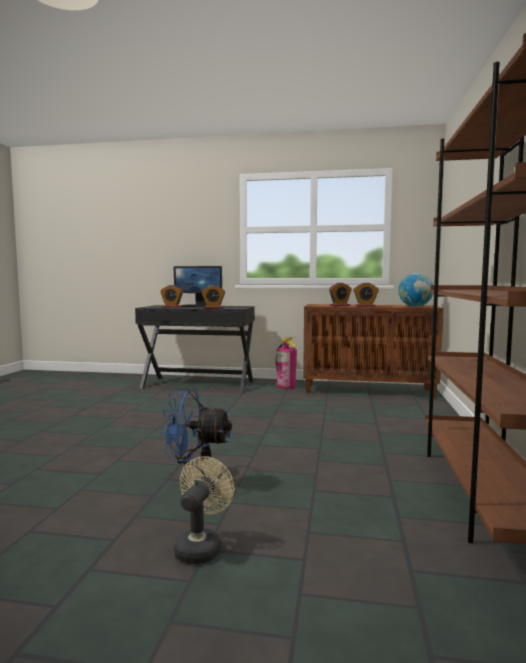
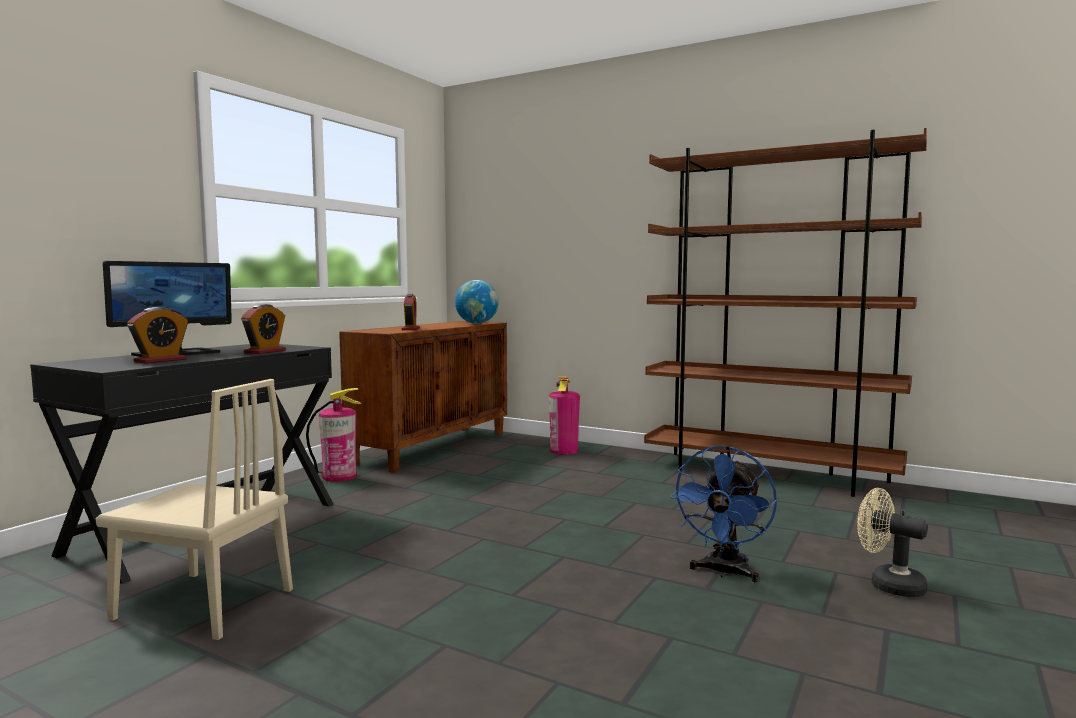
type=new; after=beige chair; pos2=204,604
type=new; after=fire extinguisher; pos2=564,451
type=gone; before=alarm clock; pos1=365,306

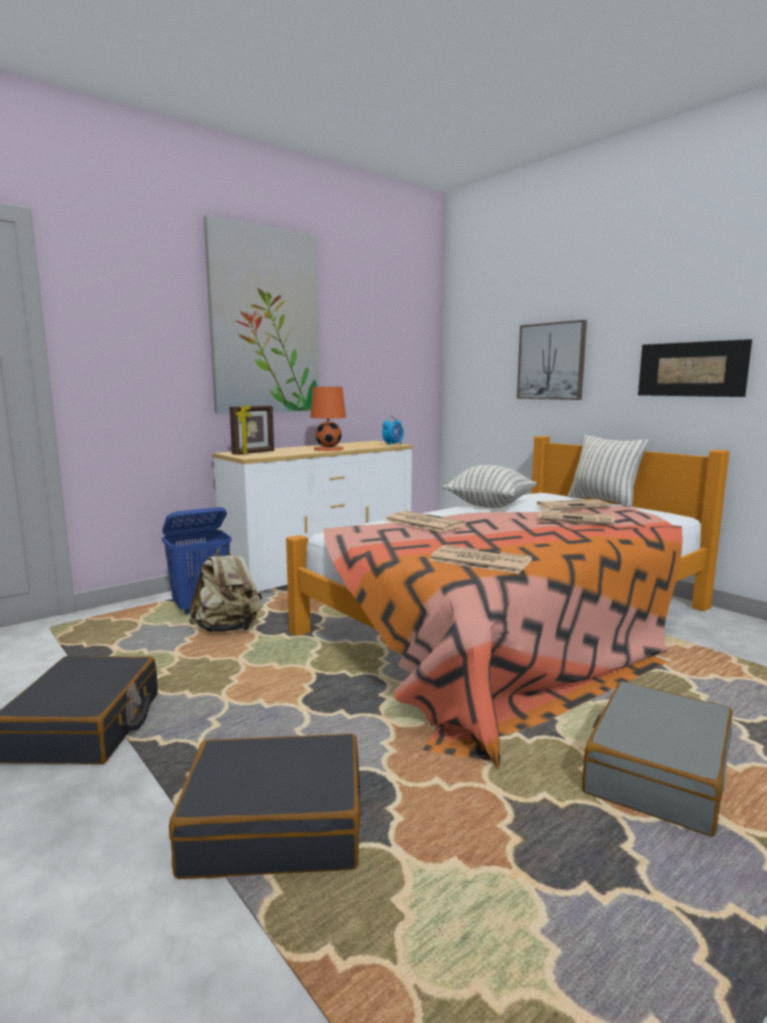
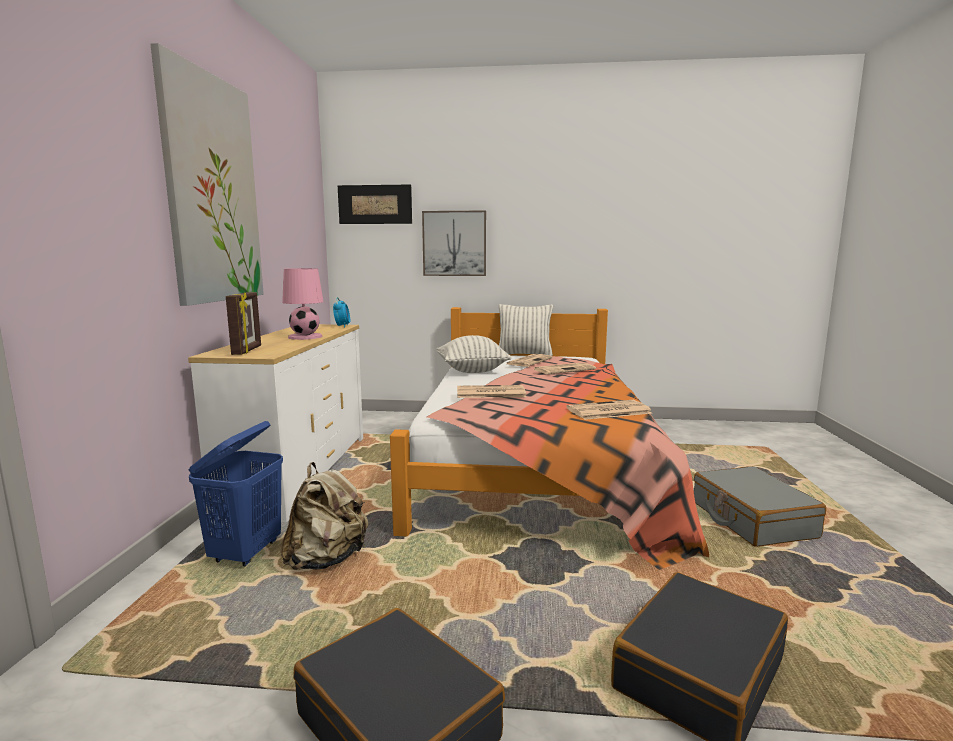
type=repainted; before=orange table lamp; after=pink table lamp; pos1=328,449; pos2=305,337
type=shifted; before=picture; pos1=691,369; pos2=375,204

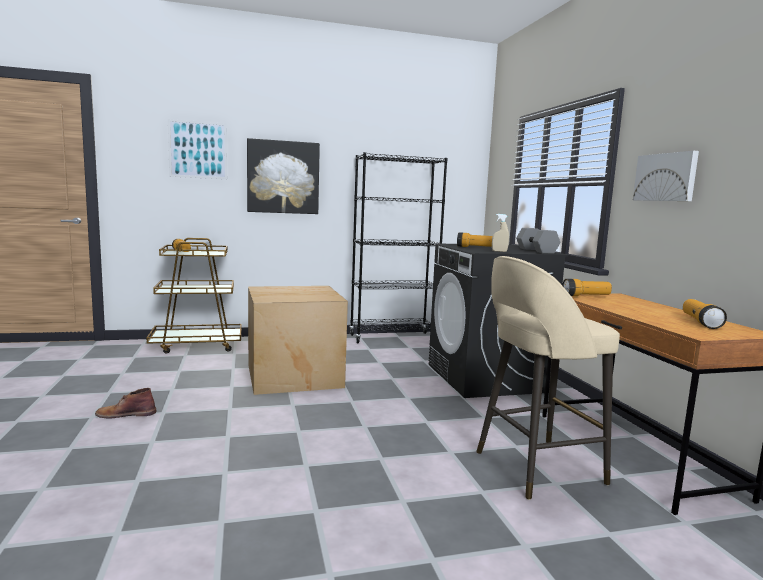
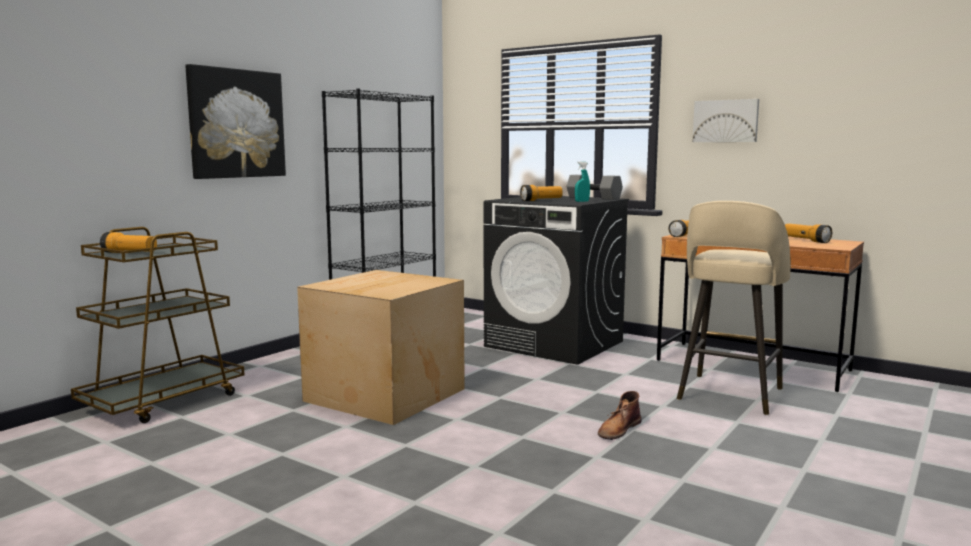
type=repainted; before=beige spray bottle; after=turquoise spray bottle; pos1=499,251; pos2=582,201
type=shifted; before=brown boot; pos1=126,414; pos2=618,429
type=gone; before=picture; pos1=198,149

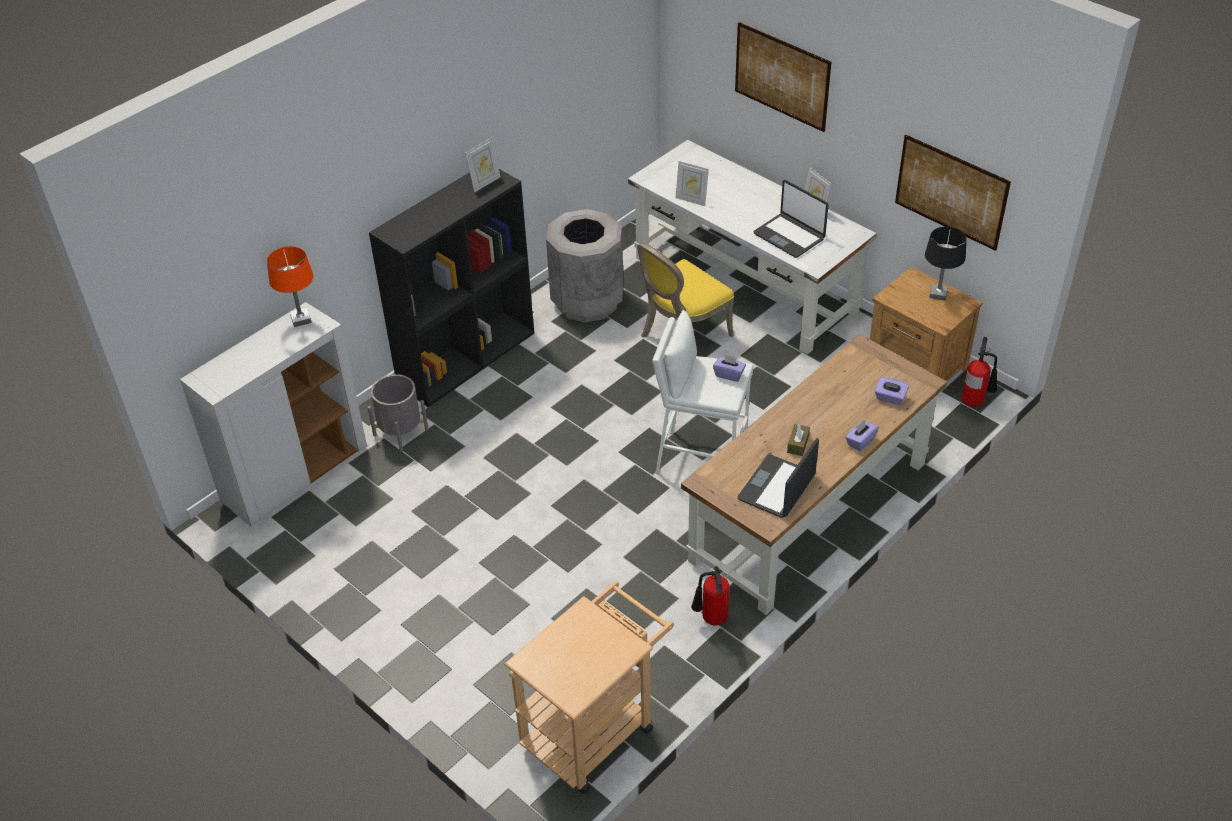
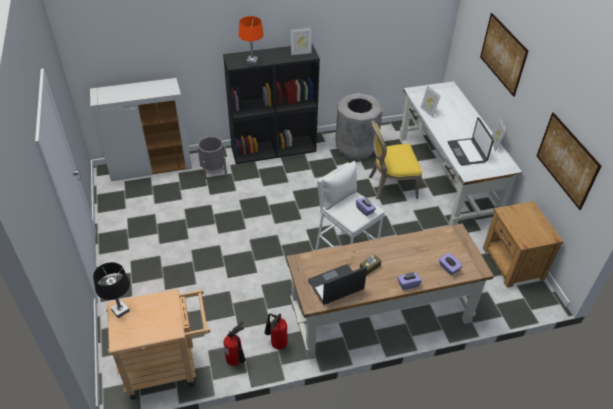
type=shifted; before=black table lamp; pos1=938,294; pos2=120,310
type=shifted; before=fire extinguisher; pos1=975,401; pos2=236,361
type=shifted; before=orange table lamp; pos1=301,319; pos2=252,62

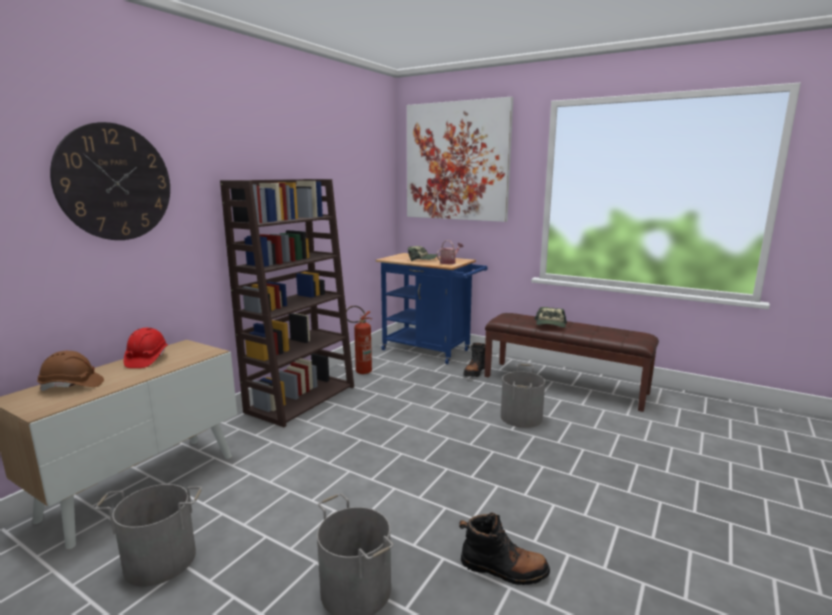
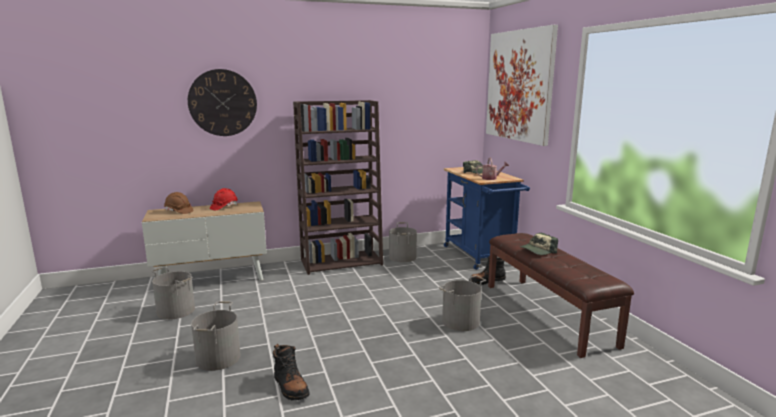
type=swapped; before=fire extinguisher; after=grey bucket; pos1=360,372; pos2=403,257

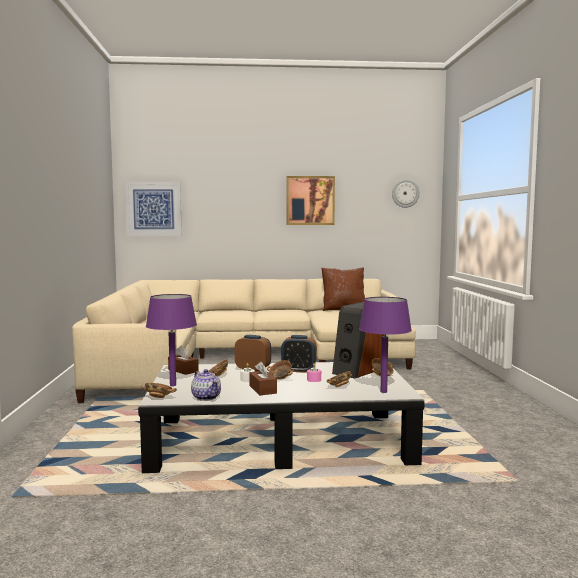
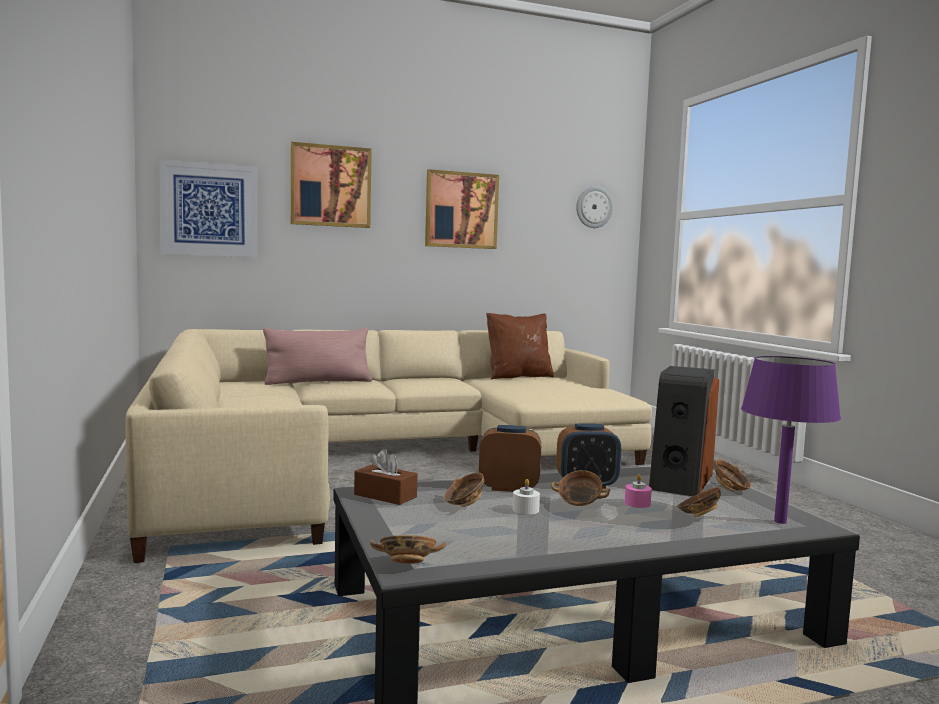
type=new; after=pink pillow; pos2=318,382
type=new; after=picture; pos2=331,186
type=gone; before=purple table lamp; pos1=173,385
type=gone; before=teapot; pos1=206,397
type=gone; before=brown tissue box; pos1=262,389

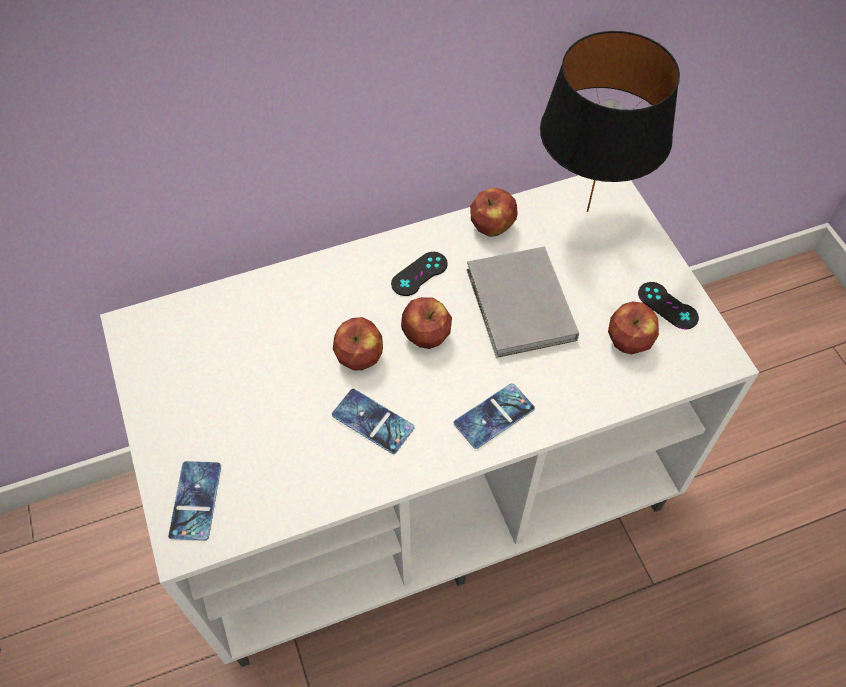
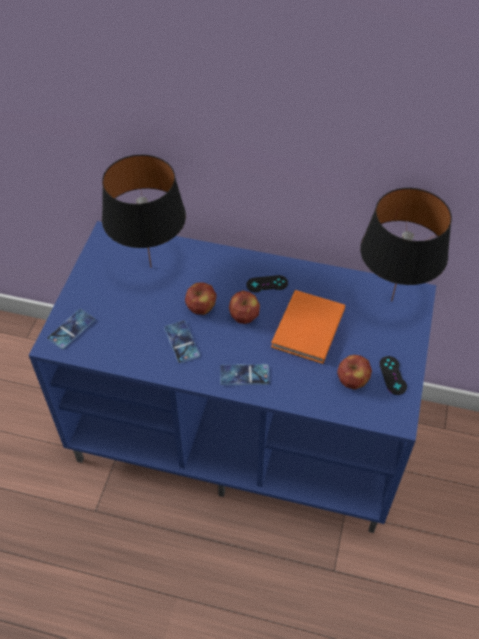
type=repainted; before=white tv stand; after=blue tv stand; pos1=425,485; pos2=242,431
type=new; after=black table lamp; pos2=151,268
type=repainted; before=grey book; after=orange book; pos1=519,307; pos2=306,329
type=gone; before=apple; pos1=492,226

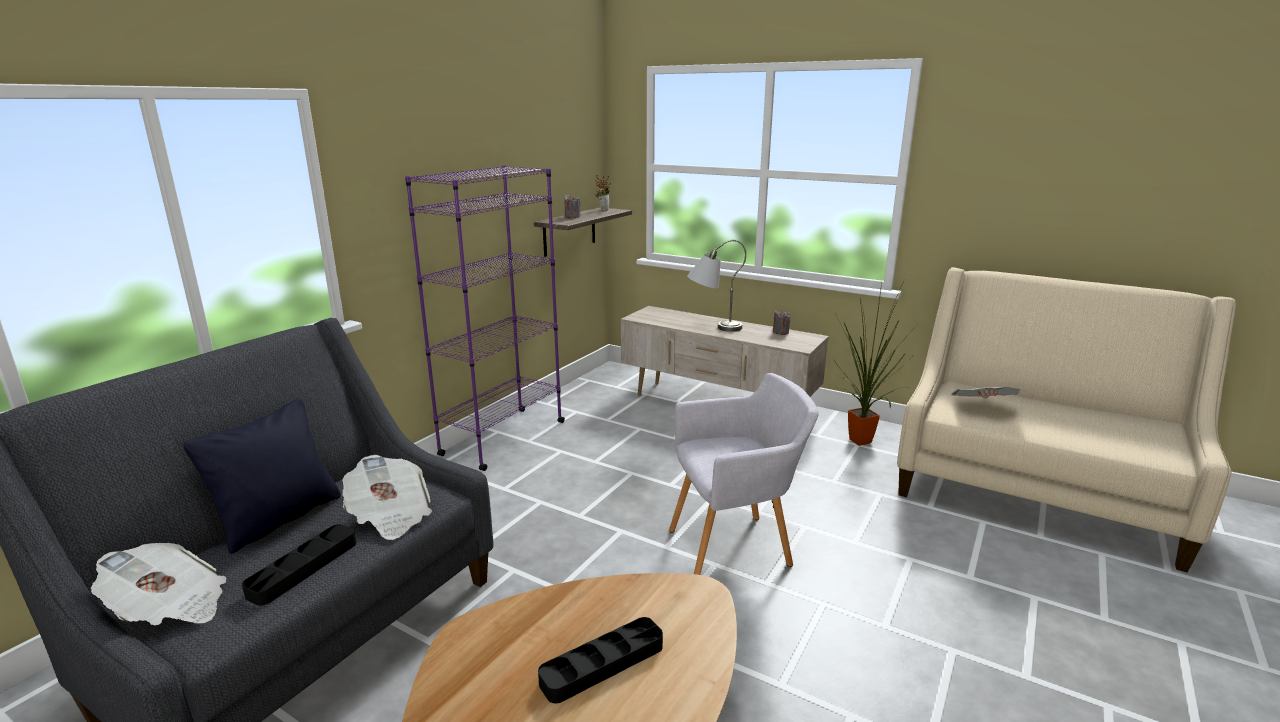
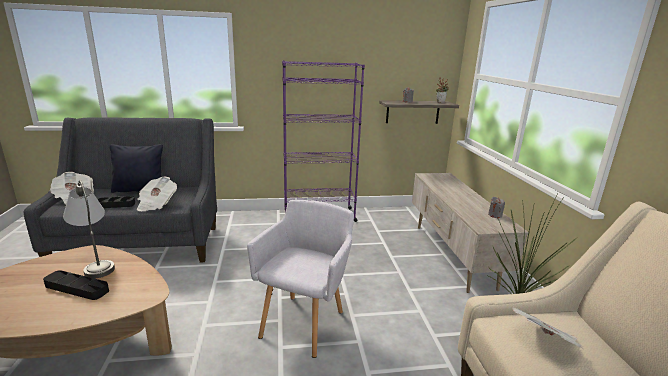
type=shifted; before=grey table lamp; pos1=712,327; pos2=96,262
type=rotated; before=grey armchair; pos1=735,546; pos2=305,321; turn=-105

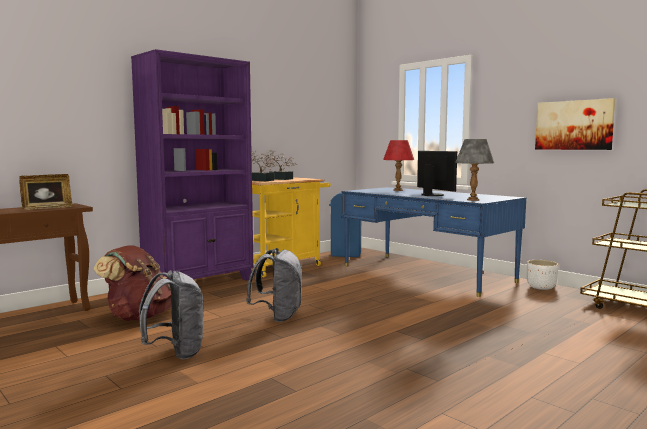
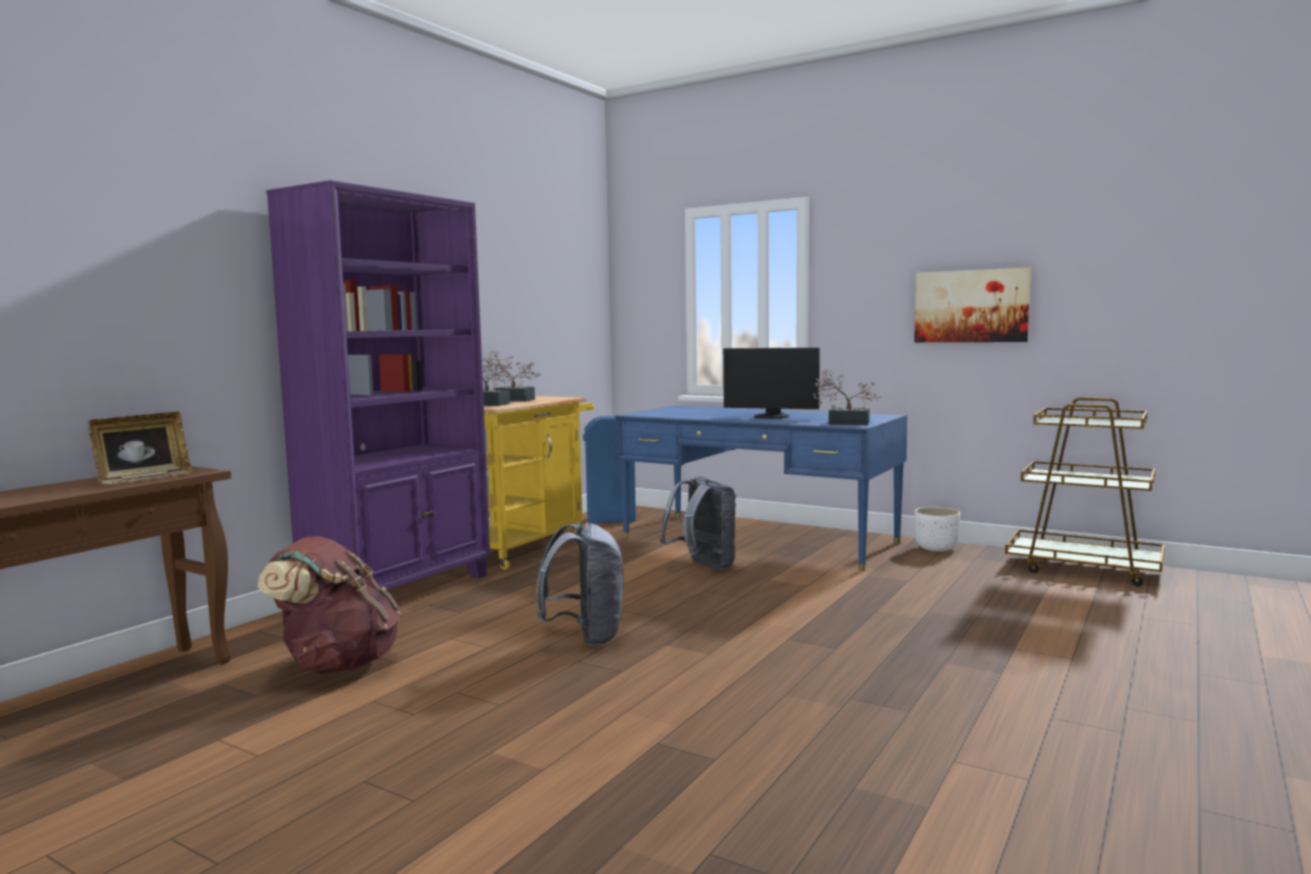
type=shifted; before=grey backpack; pos1=176,353; pos2=703,567
type=rotated; before=monitor; pos1=433,195; pos2=771,417; turn=150
type=swapped; before=grey table lamp; after=potted plant; pos1=473,200; pos2=843,423
type=gone; before=red table lamp; pos1=398,190

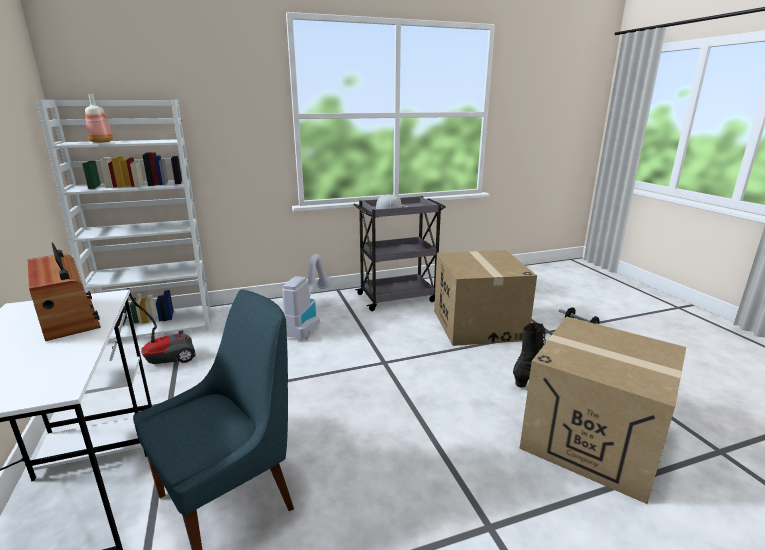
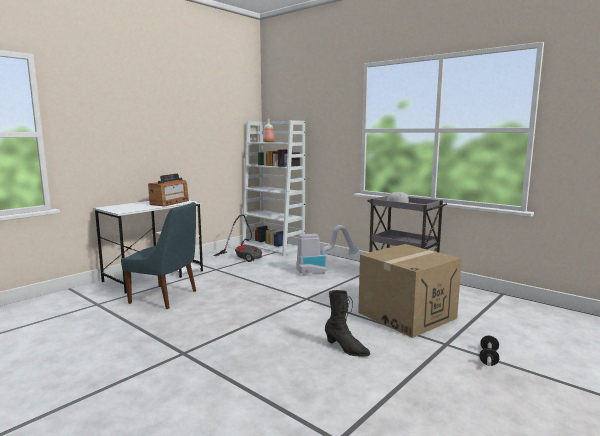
type=gone; before=cardboard box; pos1=593,439

